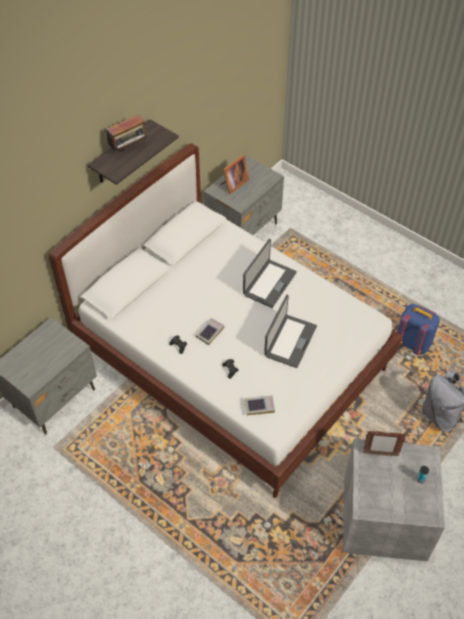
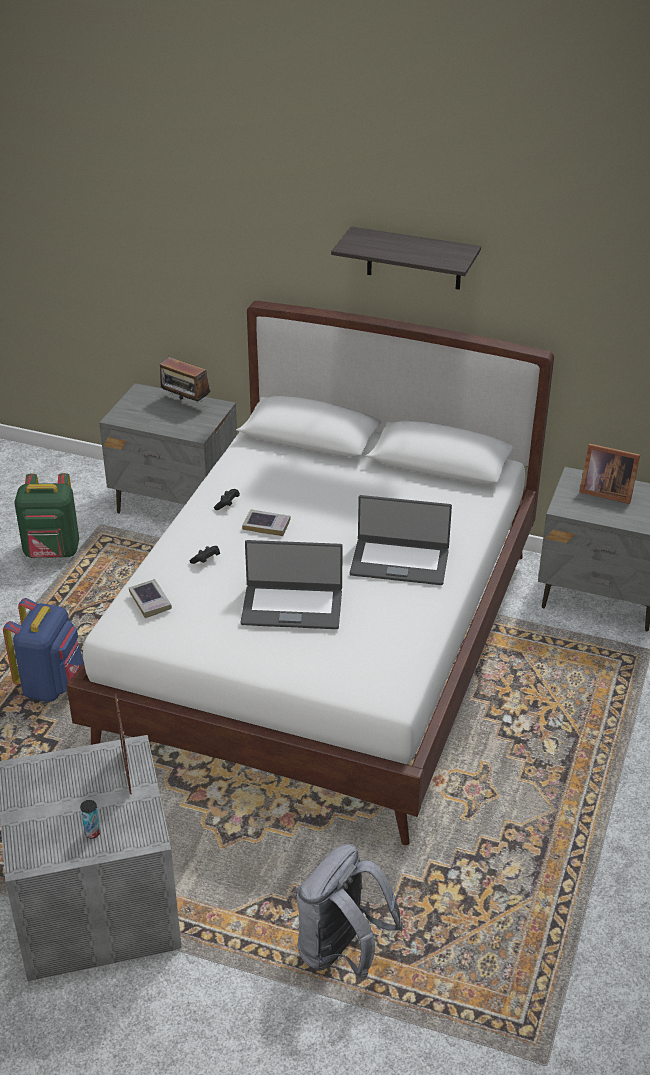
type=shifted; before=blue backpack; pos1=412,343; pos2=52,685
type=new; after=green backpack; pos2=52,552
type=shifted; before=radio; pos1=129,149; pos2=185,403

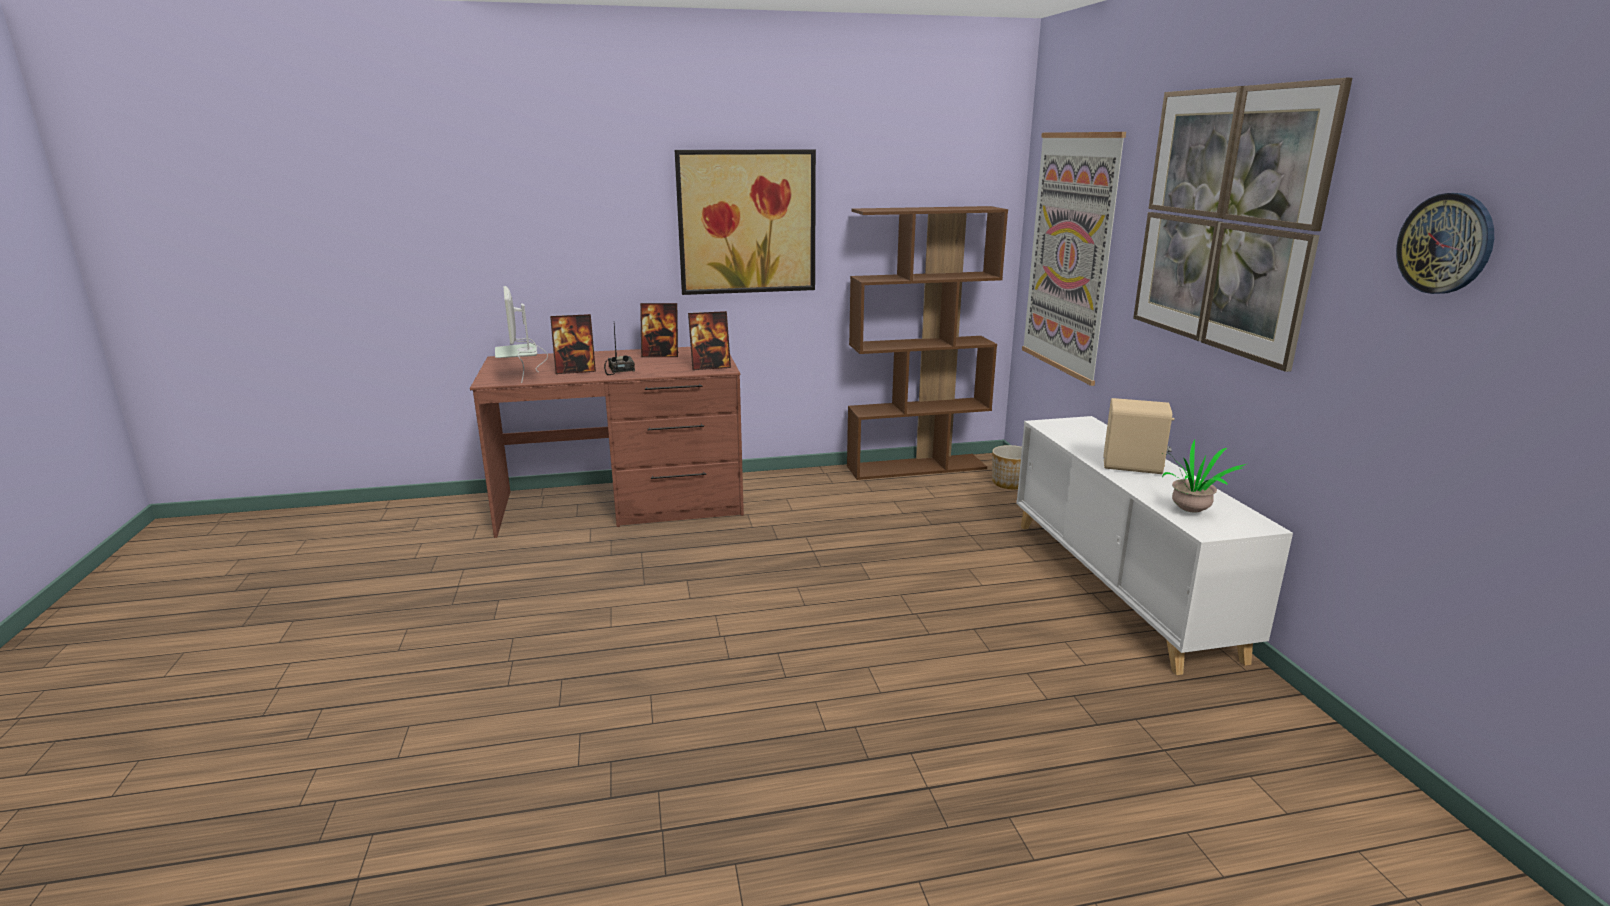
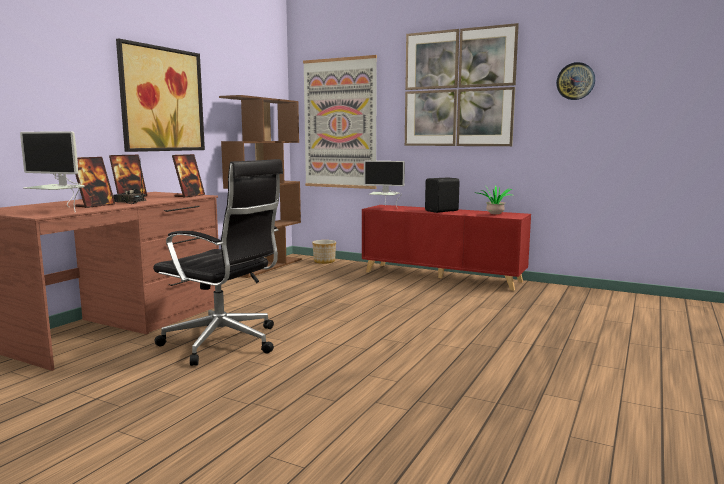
type=new; after=black office chair; pos2=224,343
type=repainted; before=white cabinet; after=red cabinet; pos1=1119,586; pos2=442,276
type=new; after=monitor; pos2=384,208
type=repainted; before=beige speaker; after=black speaker; pos1=1133,467; pos2=442,211

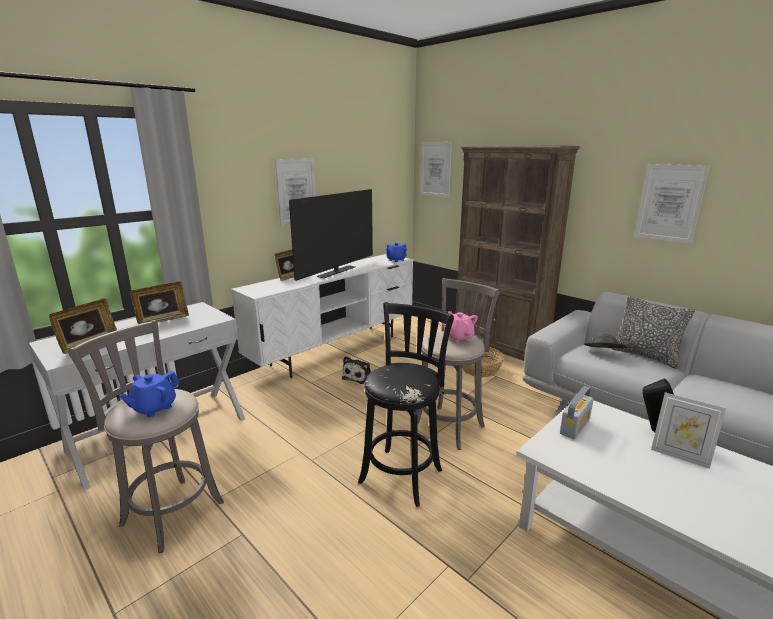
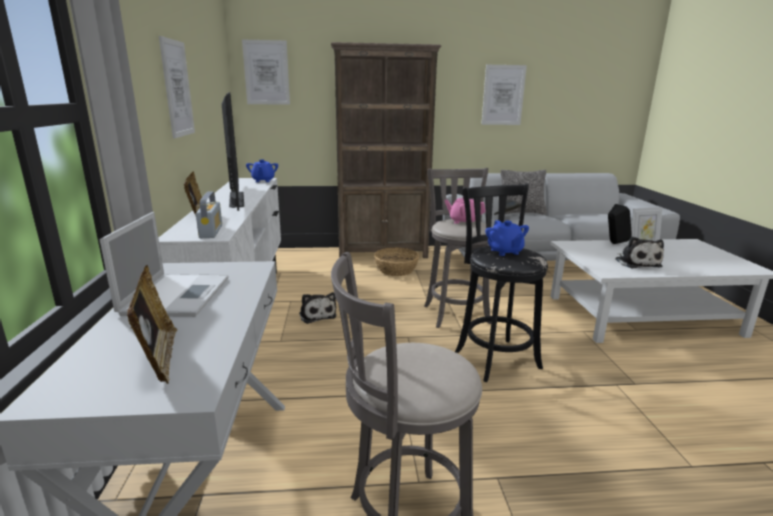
type=swapped; before=picture frame; after=laptop; pos1=163,320; pos2=177,294
type=shifted; before=radio; pos1=575,426; pos2=211,231
type=shifted; before=blue teapot; pos1=154,408; pos2=505,251
type=new; after=plush toy; pos2=636,263

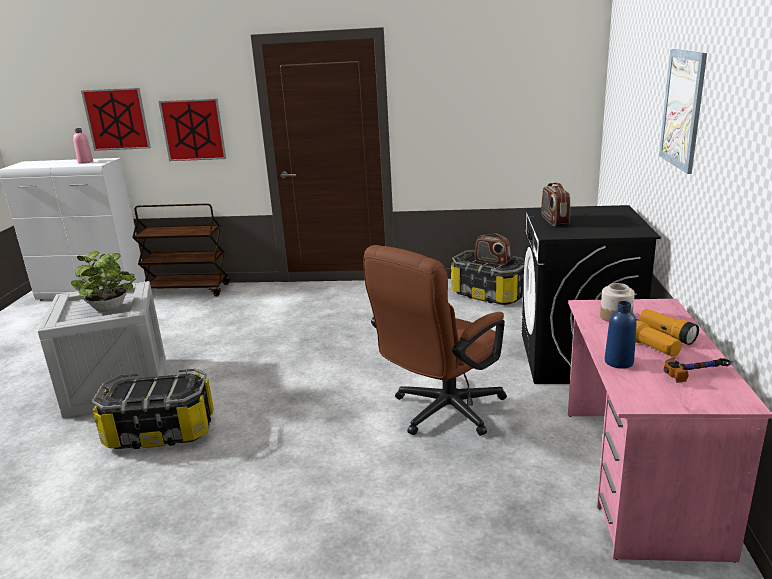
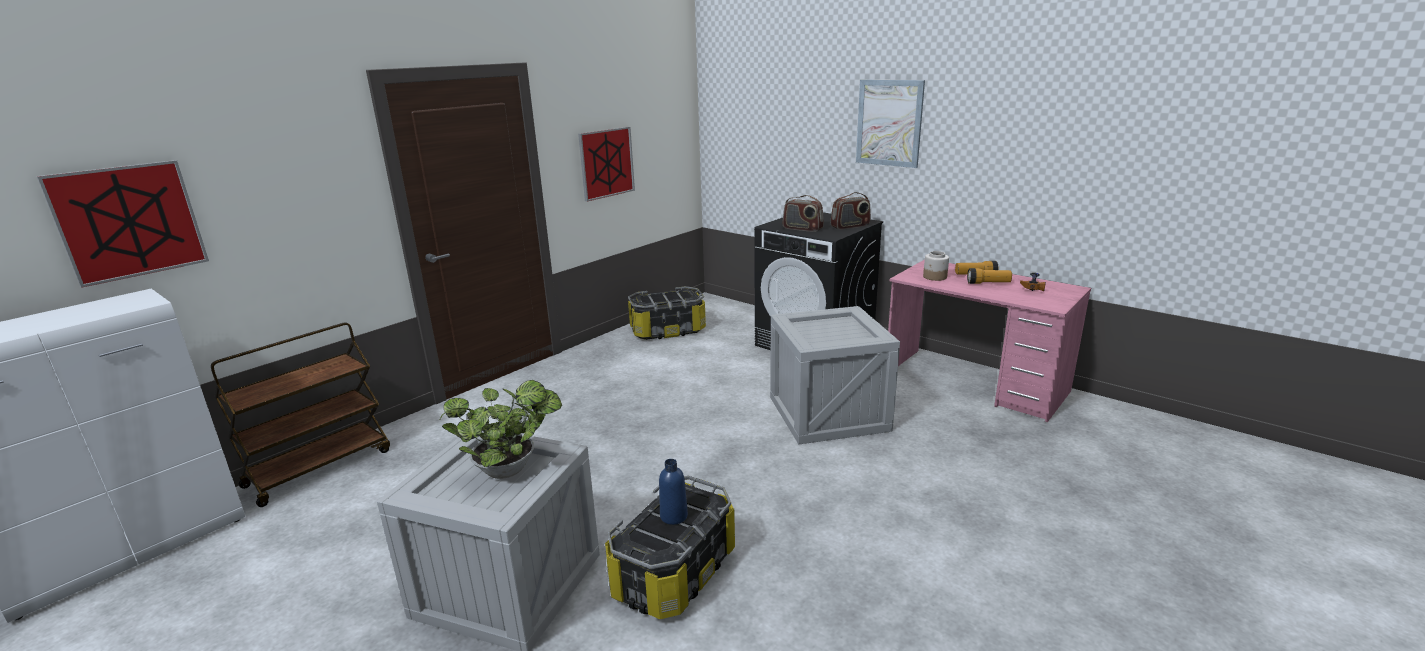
type=shifted; before=picture; pos1=193,130; pos2=606,163
type=shifted; before=blue bottle; pos1=618,362; pos2=673,516
type=swapped; before=brown office chair; after=crate; pos1=441,413; pos2=827,414
type=shifted; before=radio; pos1=492,262; pos2=850,226
type=gone; before=pink bottle; pos1=85,162

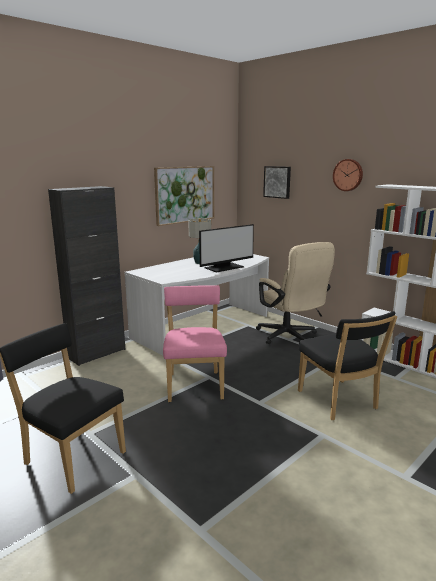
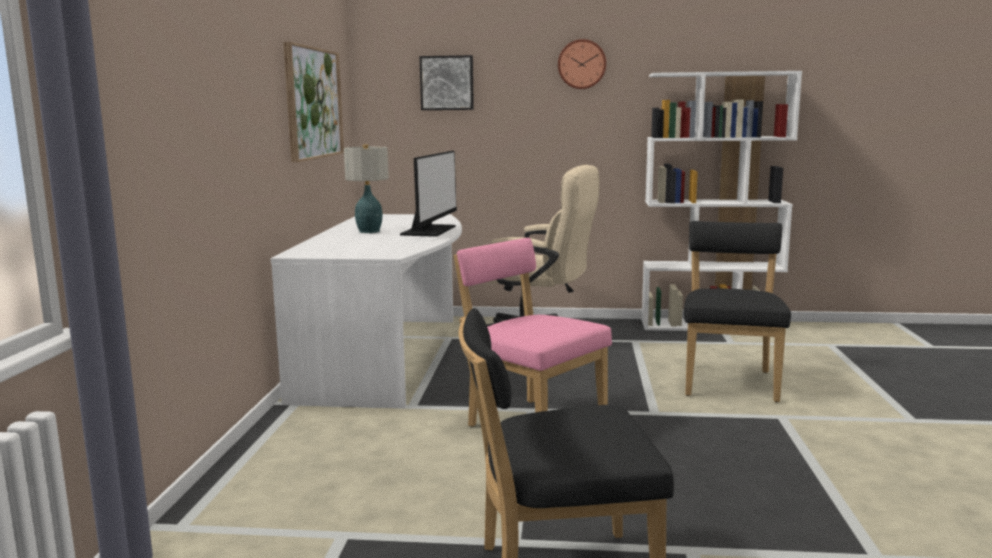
type=rotated; before=black chair; pos1=339,402; pos2=729,381; turn=-105
type=gone; before=black cabinet; pos1=97,353

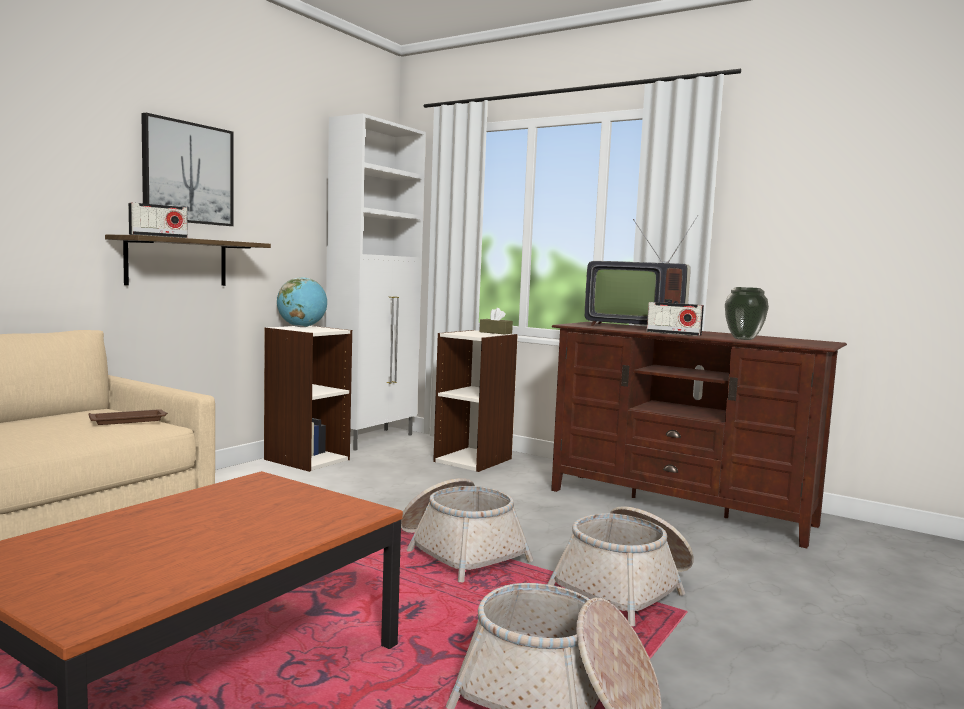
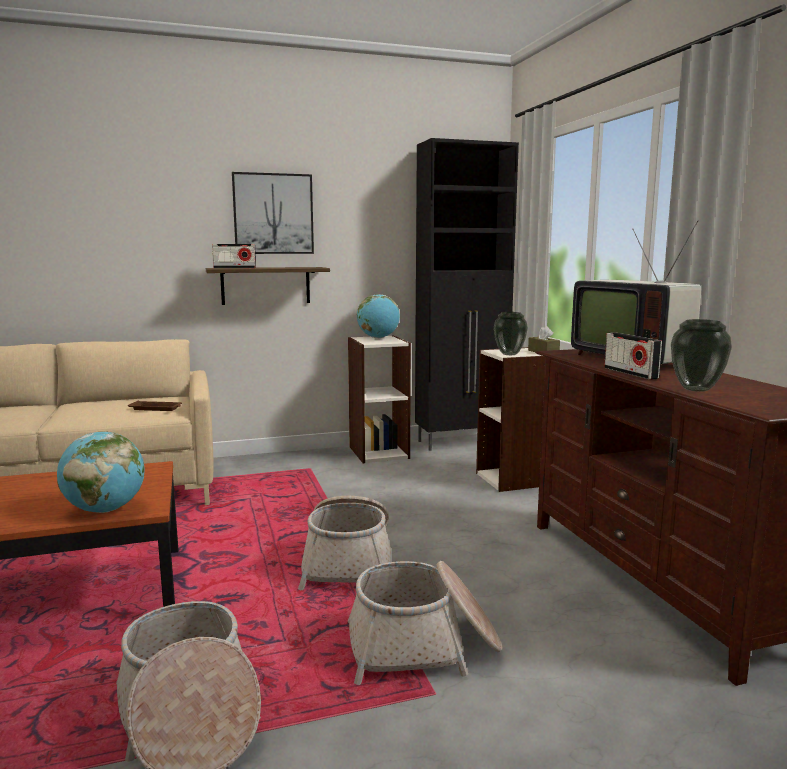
type=new; after=globe; pos2=105,510
type=repainted; before=white cabinet; after=black cabinet; pos1=373,439; pos2=462,442
type=new; after=vase; pos2=509,354

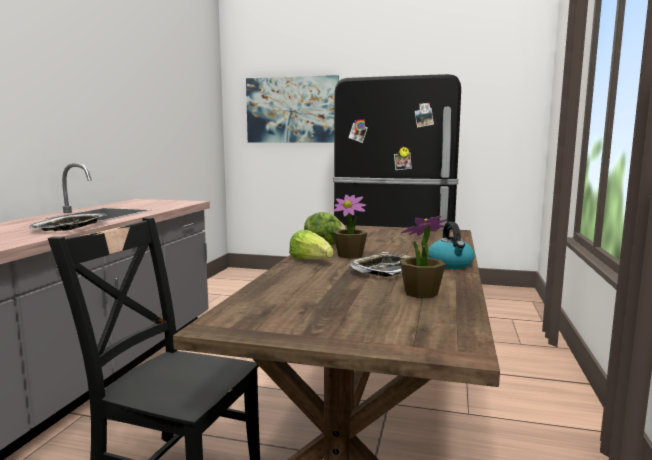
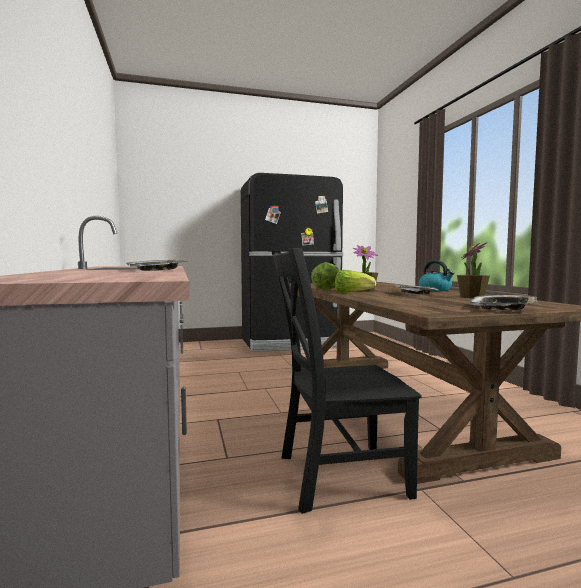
type=new; after=tray; pos2=504,308
type=gone; before=picture; pos1=292,110

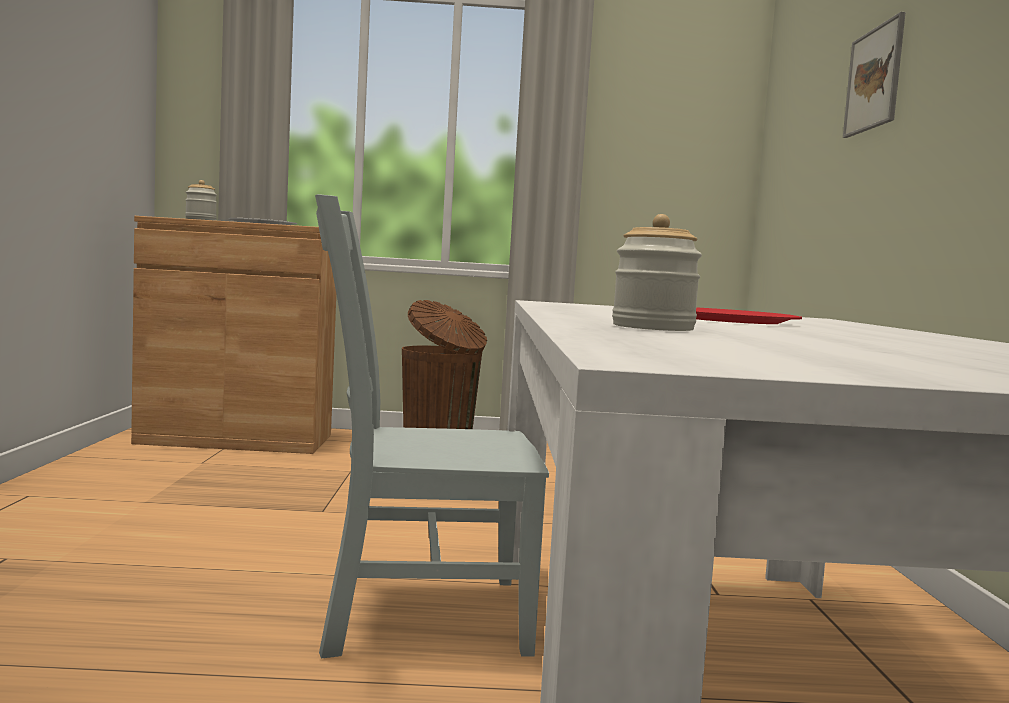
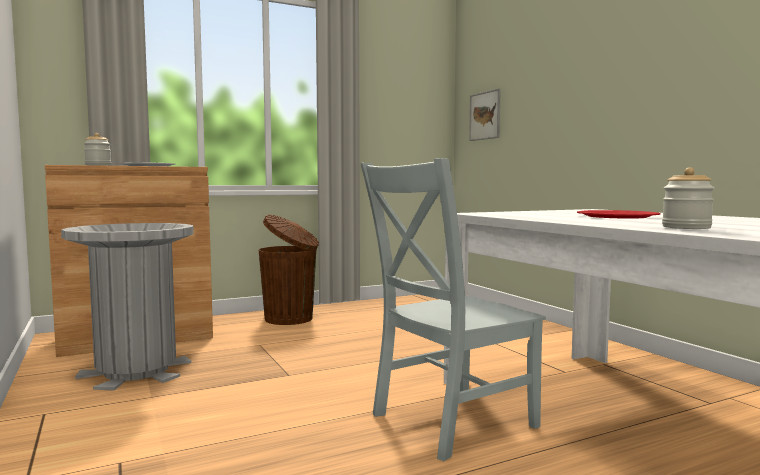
type=new; after=grey trash can; pos2=137,370
type=shifted; before=picture; pos1=874,79; pos2=485,115

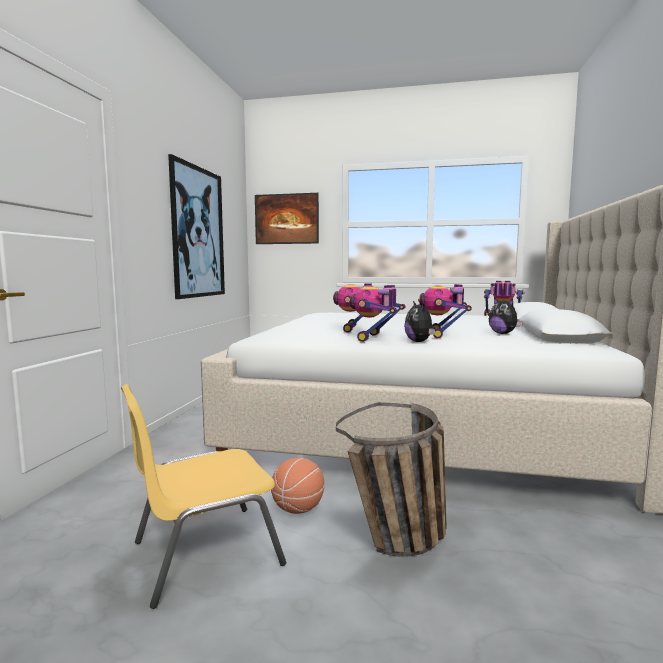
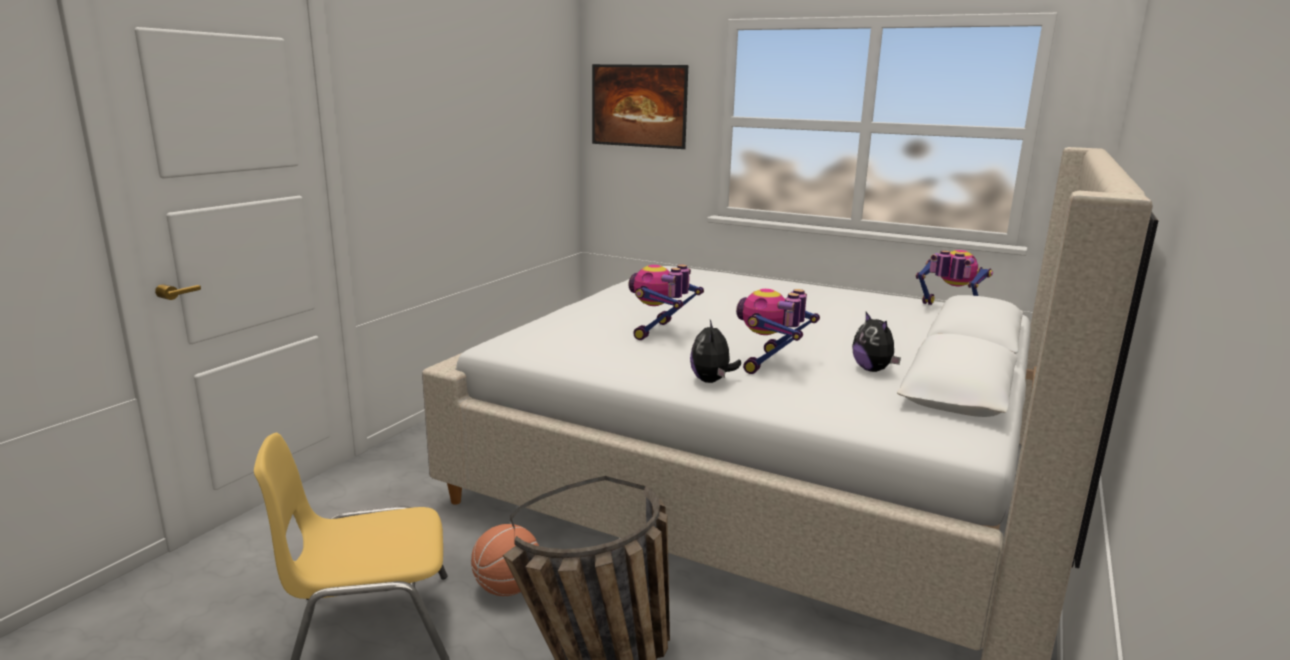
type=gone; before=picture; pos1=198,232
type=gone; before=toy robot; pos1=376,338

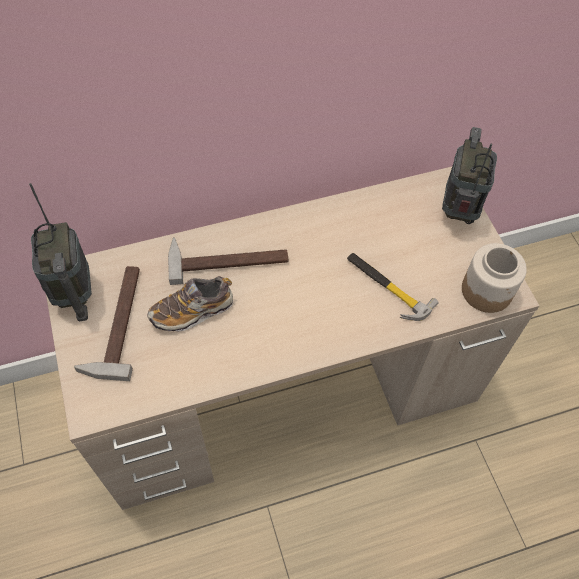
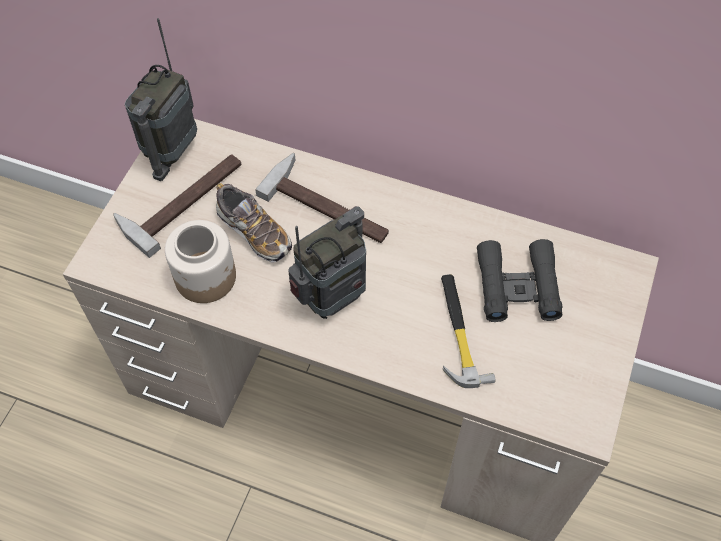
type=shifted; before=jar; pos1=487,290; pos2=206,277
type=rotated; before=shoe; pos1=192,311; pos2=254,232; turn=-150
type=shifted; before=radio; pos1=459,211; pos2=332,298
type=new; after=black binoculars; pos2=517,286

